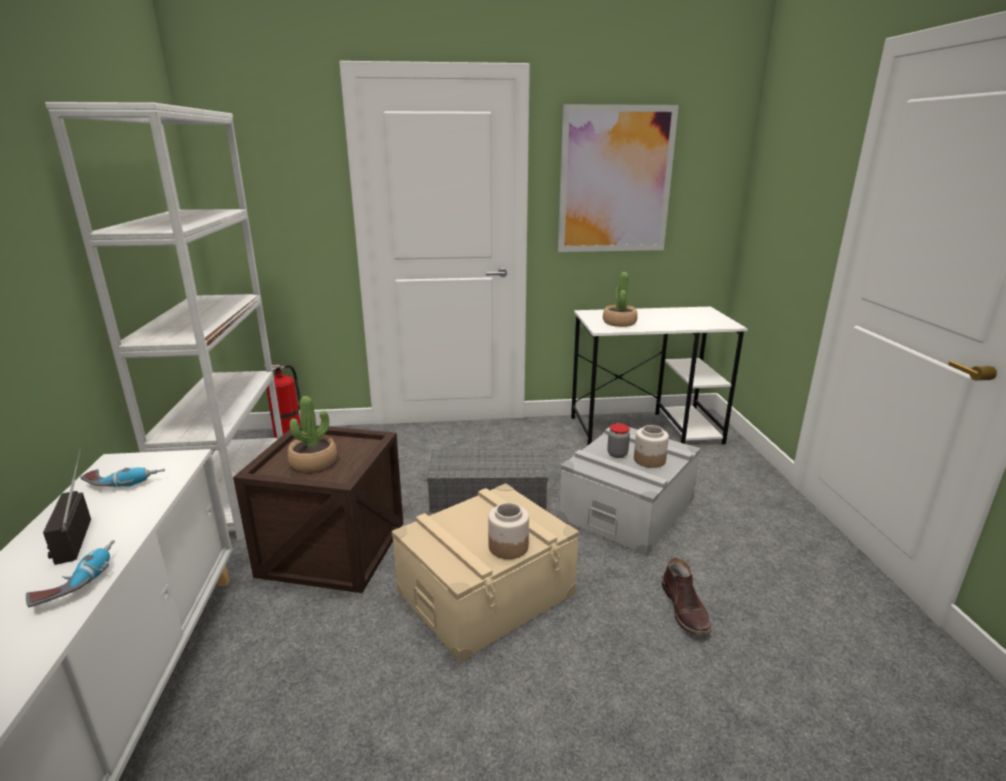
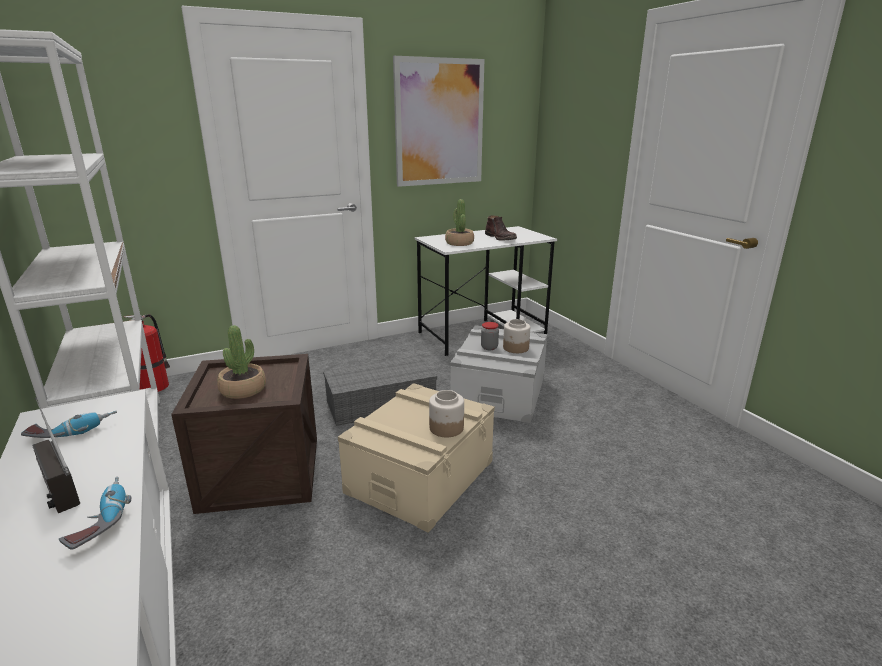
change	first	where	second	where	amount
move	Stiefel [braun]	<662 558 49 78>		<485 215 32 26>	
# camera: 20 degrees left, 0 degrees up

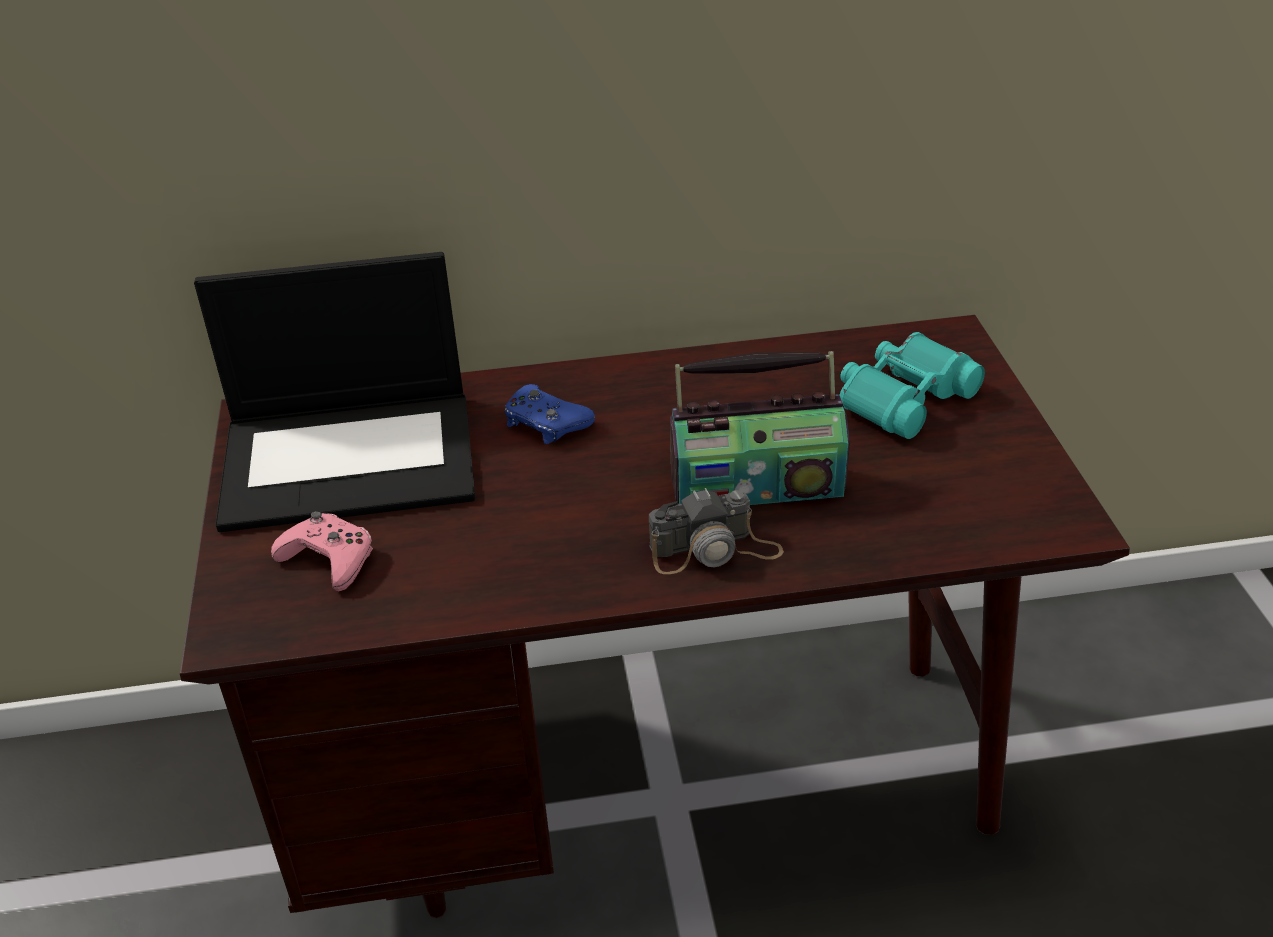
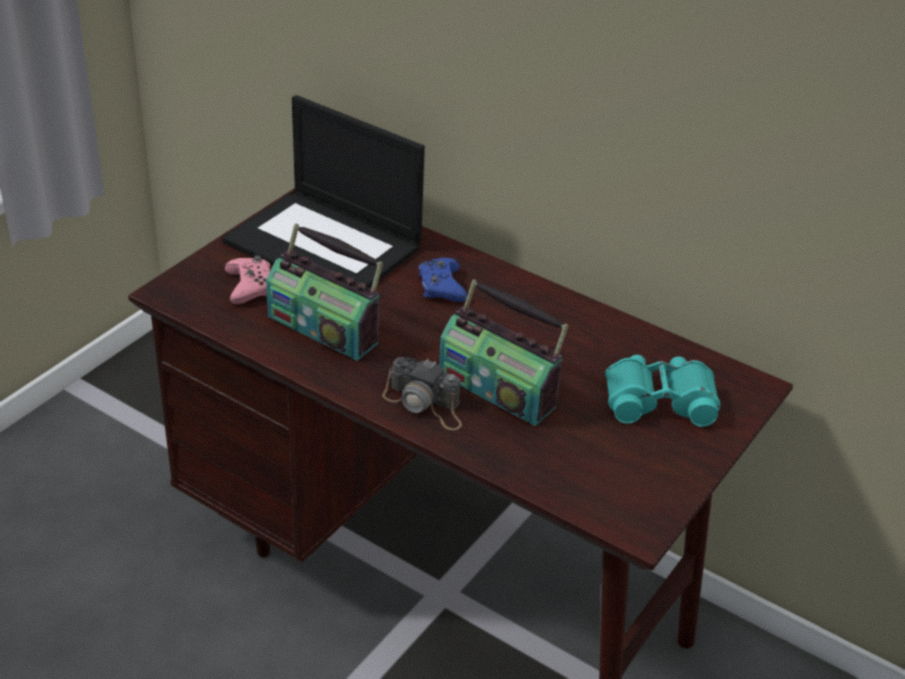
change	first	where	second	where	amount
insert			Radio	<266 224 117 137>	
# camera: 40 degrees right, 0 degrees up

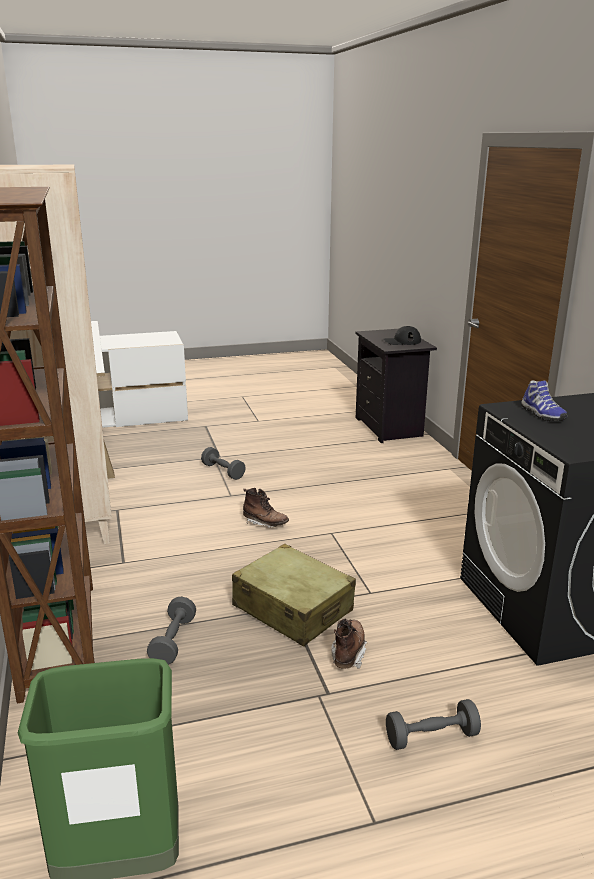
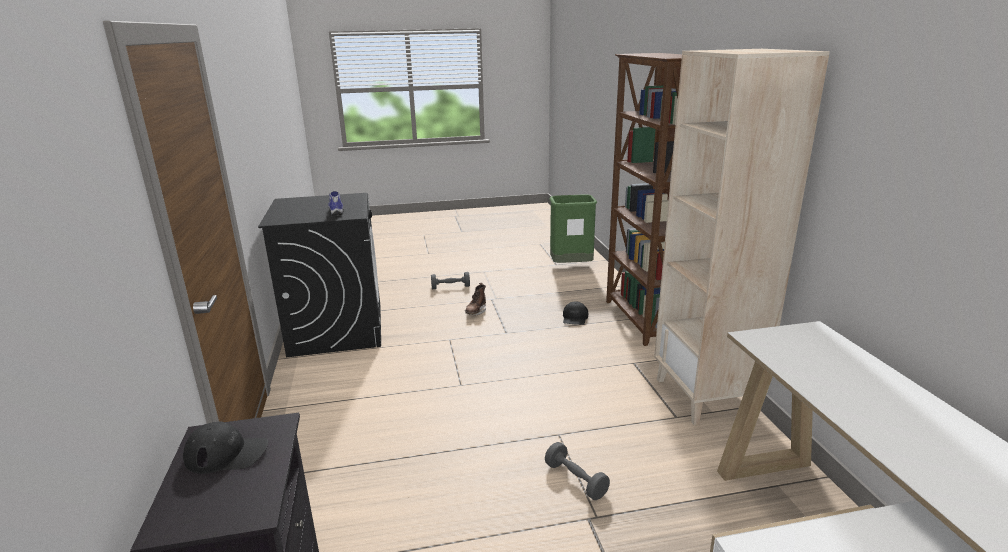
change	first	where	second	where	amount
replace	Hantel [grau]	<147 597 49 68>	Kappe [schwarz]	<563 301 25 24>	
delete	Koffer [beige]	<232 544 124 103>			
delete	Stiefel [braun]	<243 488 46 40>			
# camera: 175 degrees left, 0 degrees up

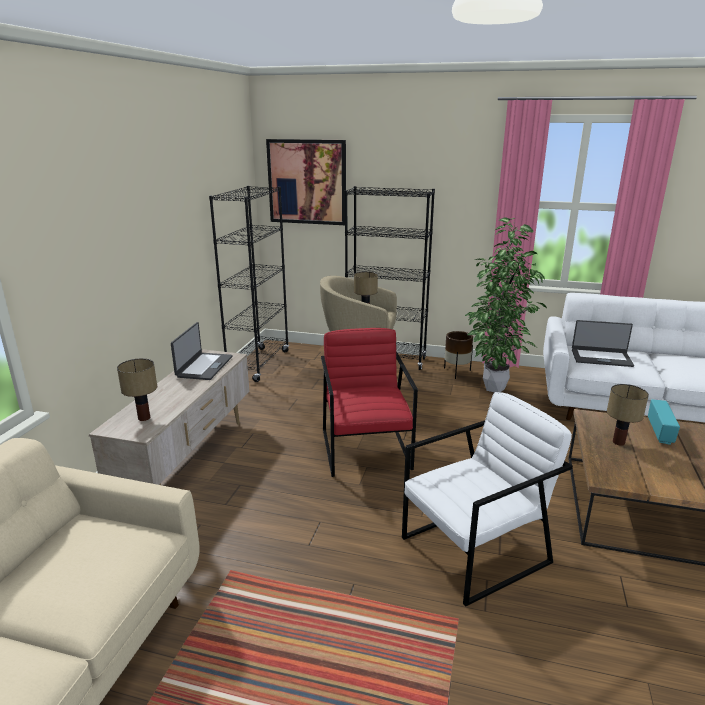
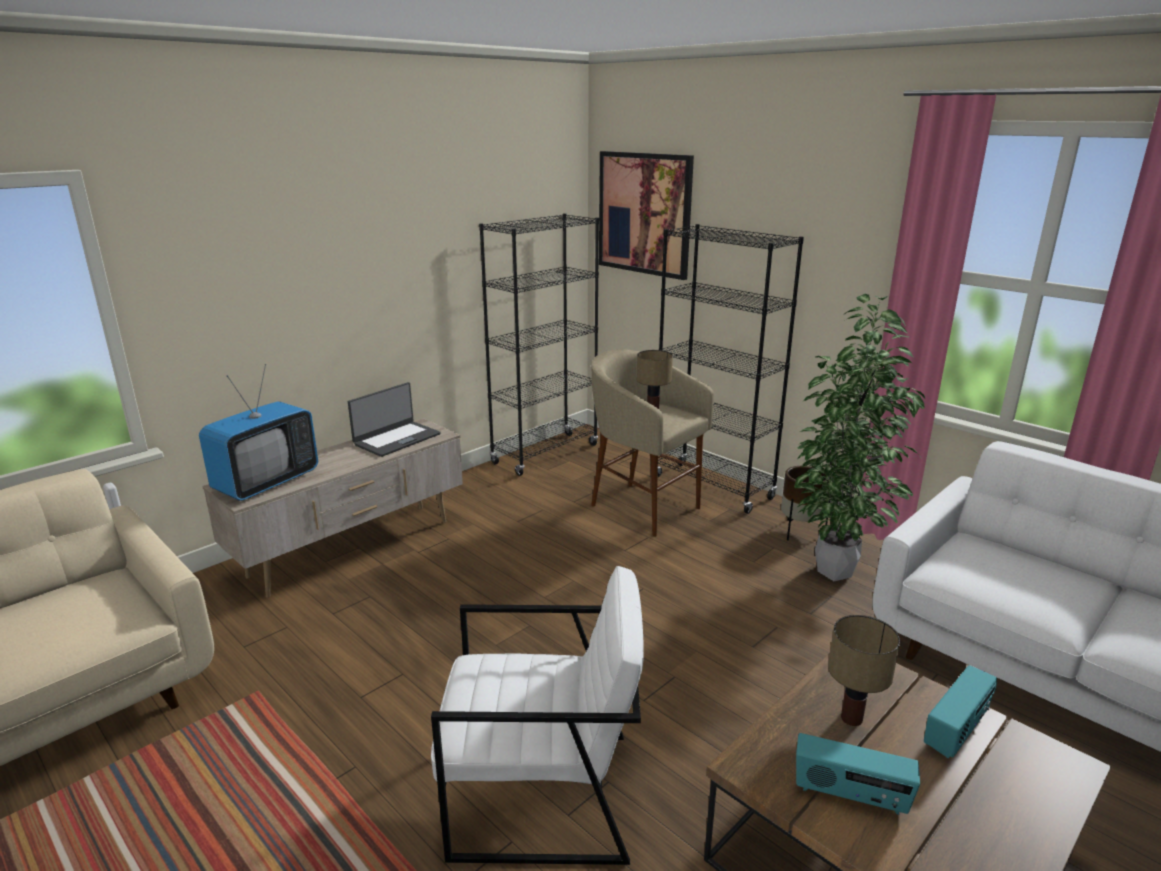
change	first	where	second	where	amount
replace	Tischlampe	<117 358 40 63>	Fernseher	<199 364 119 137>	
insert			Radio	<796 733 124 82>	
delete	Sessel [rot]	<321 328 97 149>			
delete	Laptop	<572 320 62 47>			
# camera: 30 degrees right, 0 degrees up

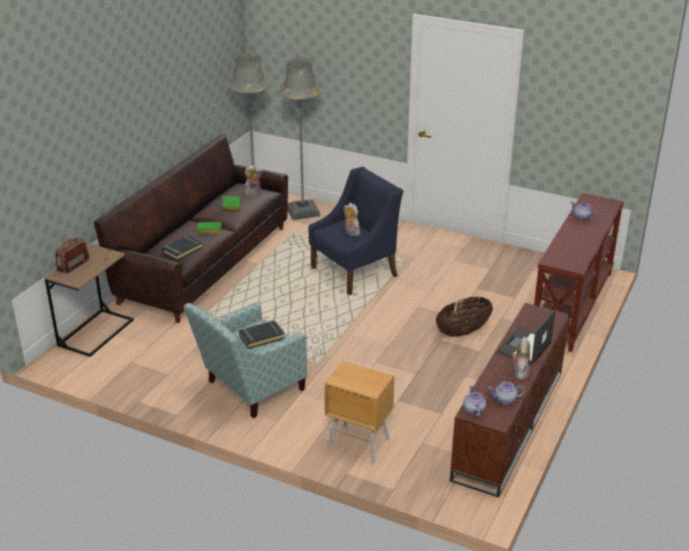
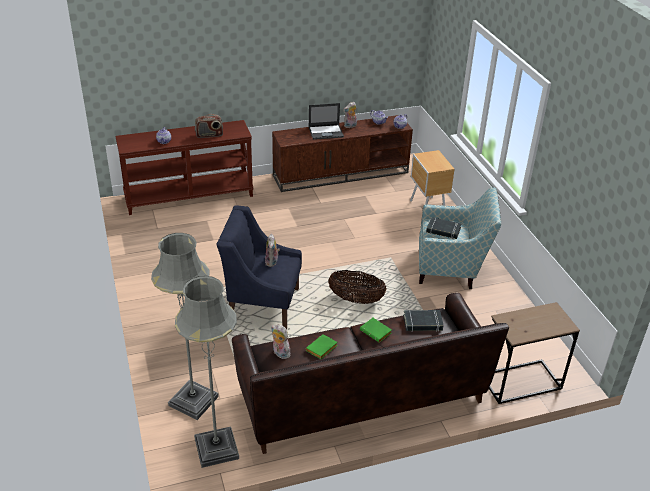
change	first	where	second	where	amount
move	Radio	<55 237 34 37>		<195 114 28 24>	
move	Korb	<436 297 57 40>		<328 270 59 34>	
# camera: 135 degrees left, 5 degrees up

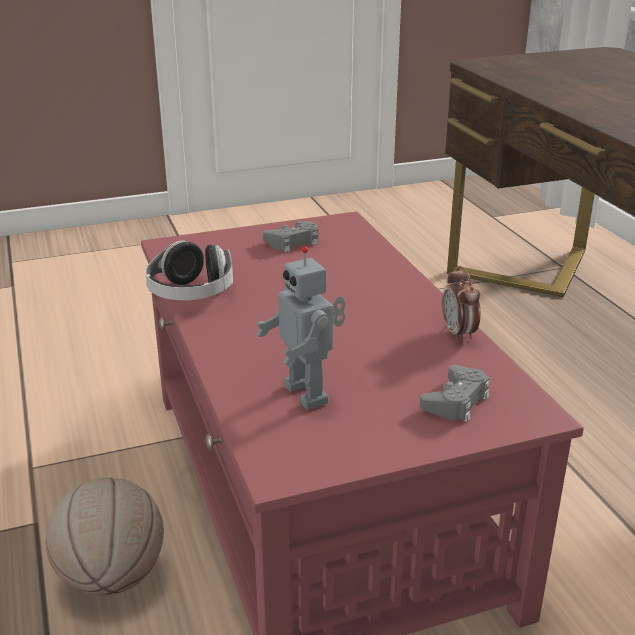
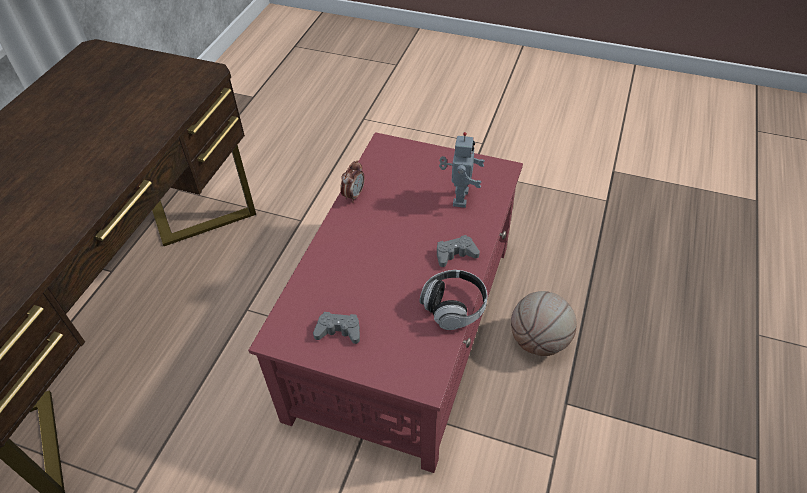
change	first	where	second	where	amount
move	Gamepad [grau]	<420 365 70 57>		<437 235 43 32>	
# camera: 140 degrees left, 20 degrees up

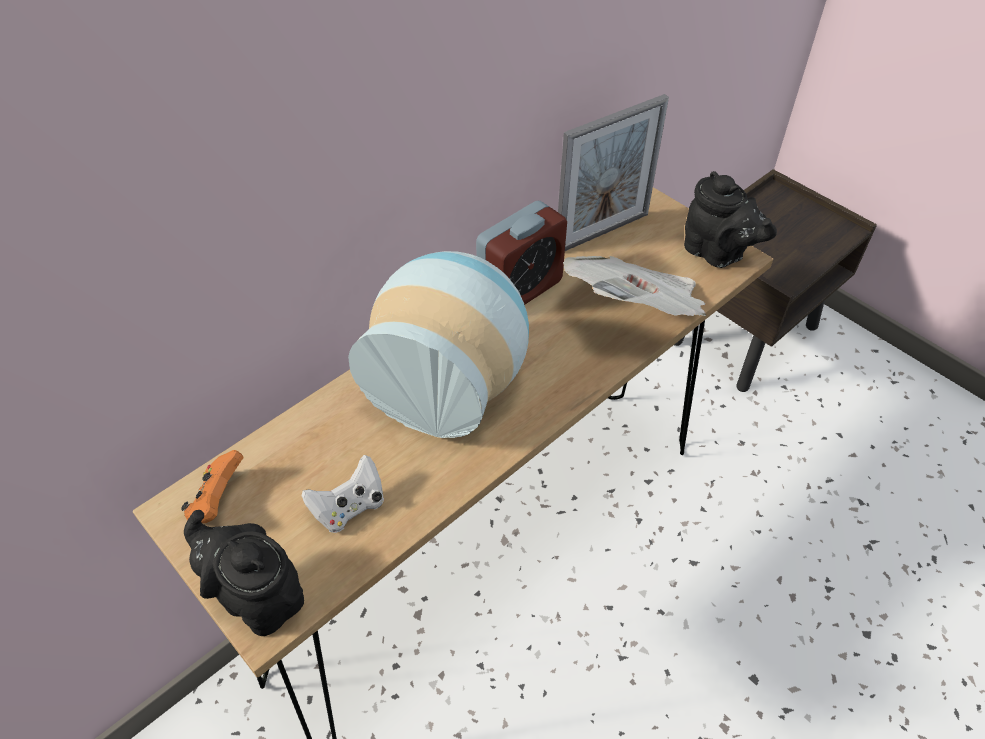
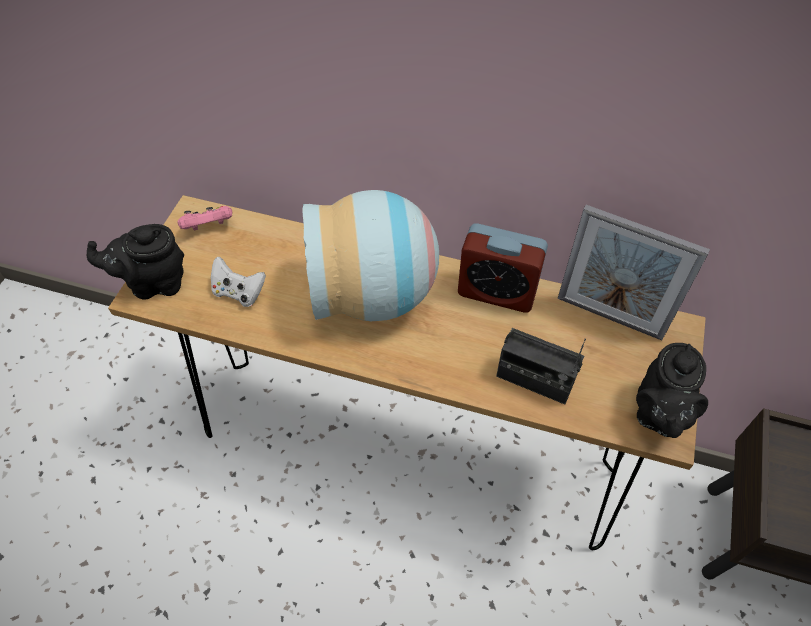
change	first	where	second	where	amount
rotate	Teekanne [schwarz]	<184 510 120 126>		<87 224 97 76>	105 degrees counterclockwise
recolor	Gamepad [orange]	<181 450 63 73>	Gamepad [rosa]	<178 206 54 25>	
replace	Zeitung	<563 256 143 60>	Radio	<496 328 90 76>	
# camera: 60 degrees right, 5 degrees up

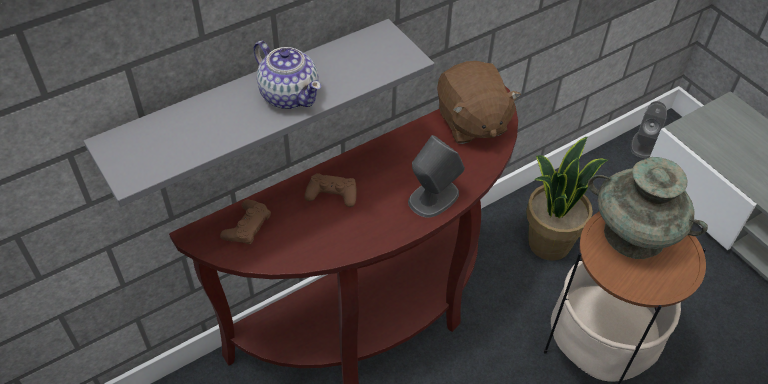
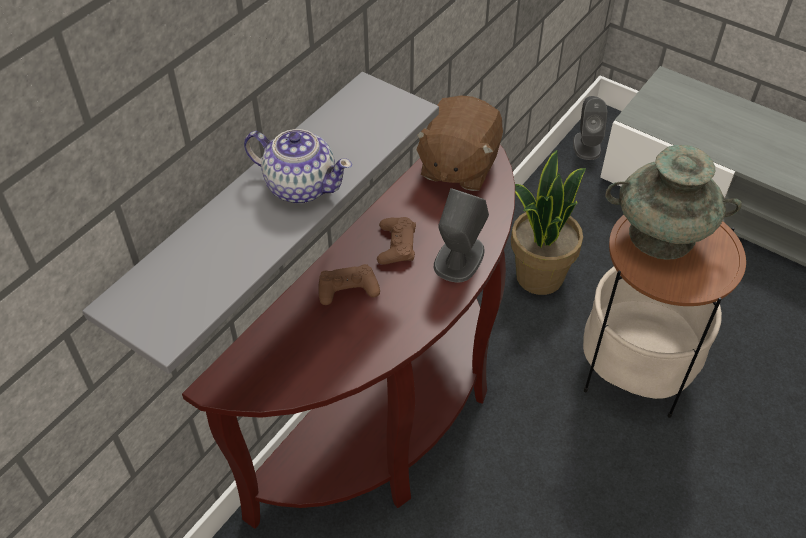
change	first	where	second	where	amount
move	Gamepad [braun]	<220 200 51 45>		<377 217 39 48>	
rotate	Plüschtier [braun]	<437 61 84 83>		<416 95 87 96>	60 degrees clockwise
# camera: 20 degrees left, 0 degrees up

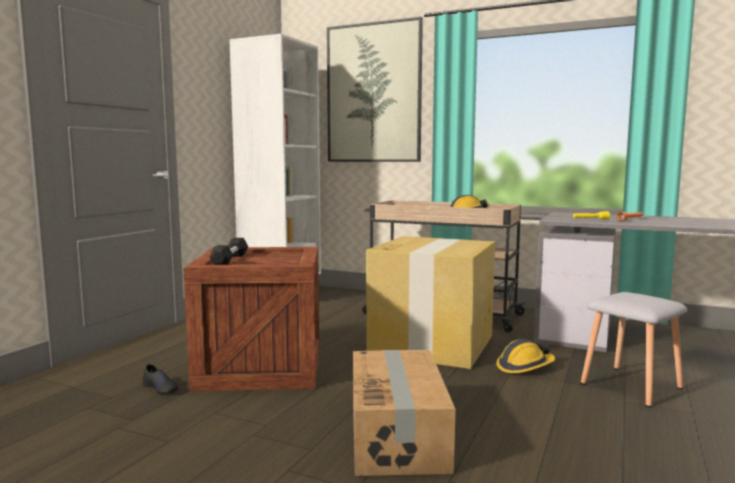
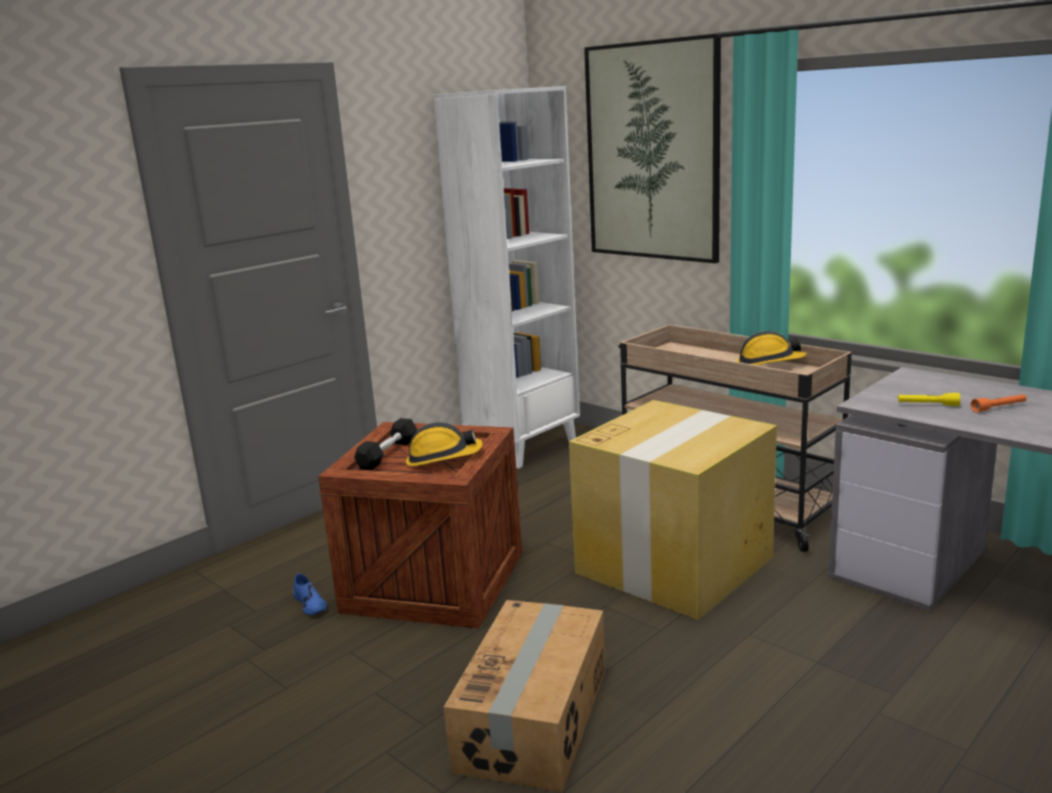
change	first	where	second	where	amount
recolor	Schuh [schwarz]	<143 364 36 30>	Schuh [blau]	<293 573 34 42>	
move	Schutzhelm	<496 339 59 34>		<406 422 77 44>	
delete	Hocker [grau]	<581 292 106 115>			
# camera: 20 degrees right, 10 degrees up

